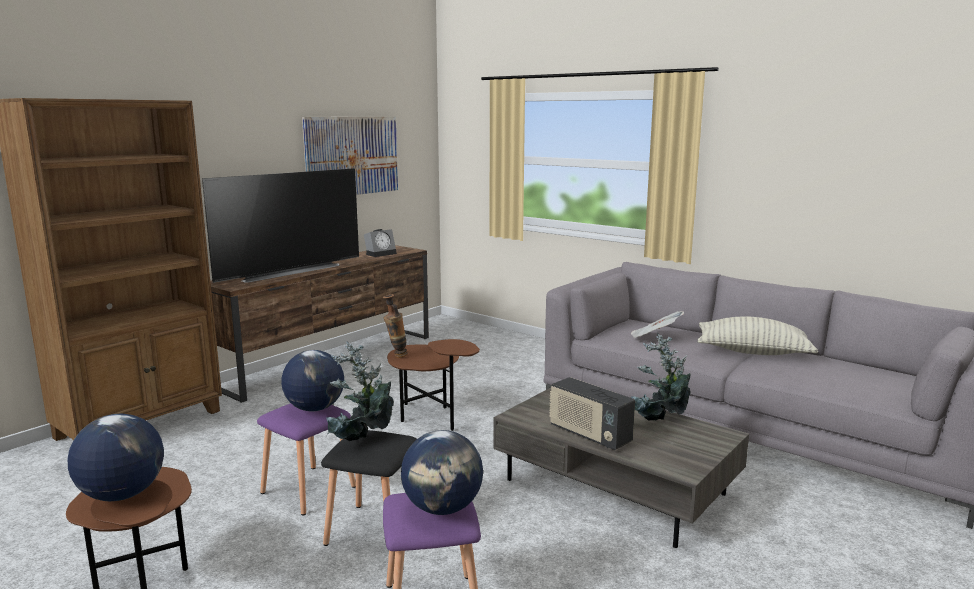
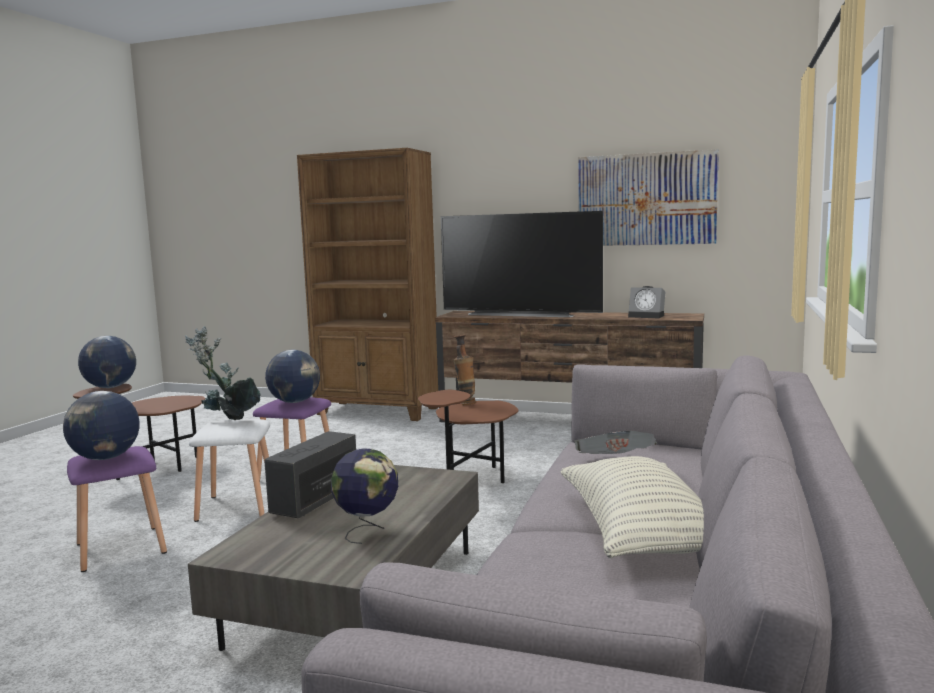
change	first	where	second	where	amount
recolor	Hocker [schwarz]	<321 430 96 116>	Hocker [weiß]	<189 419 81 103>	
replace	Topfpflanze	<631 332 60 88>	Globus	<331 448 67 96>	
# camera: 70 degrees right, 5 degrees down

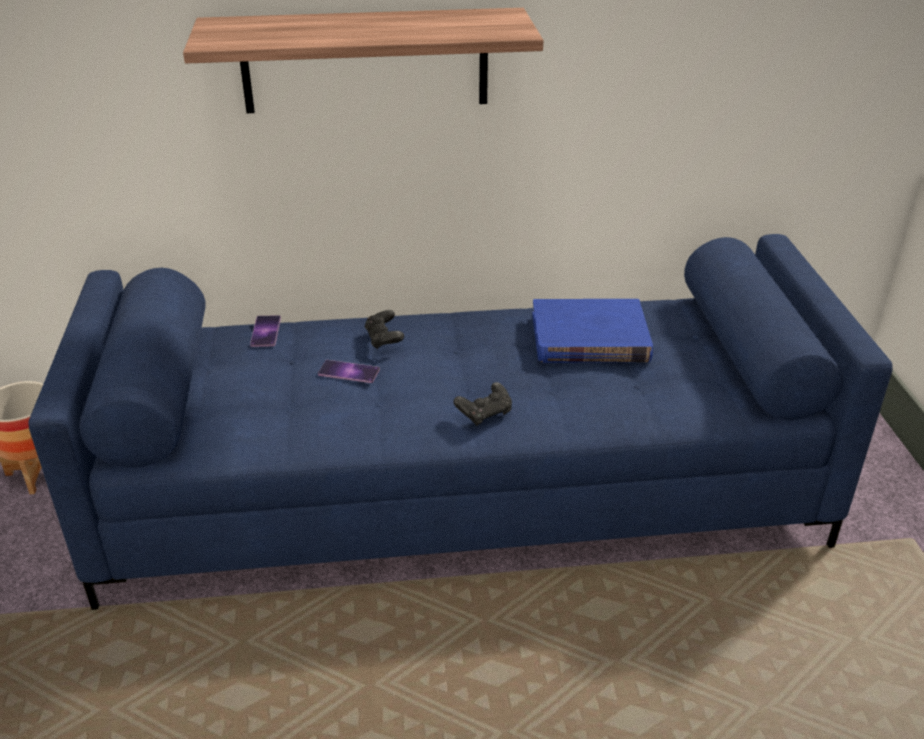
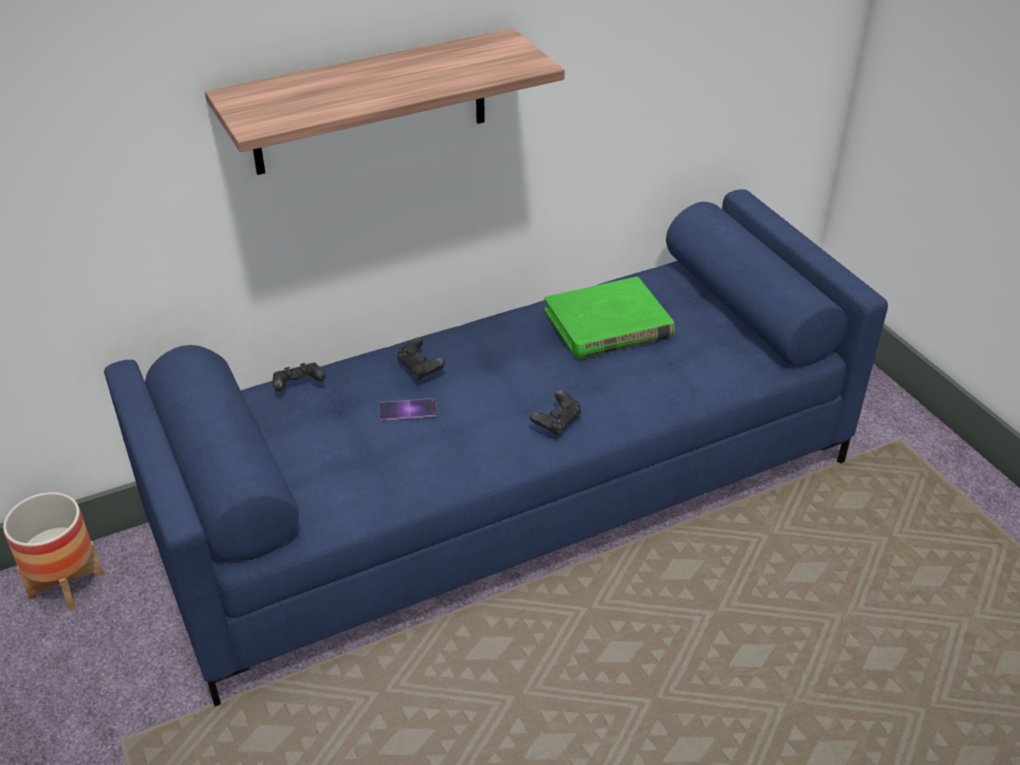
change	first	where	second	where	amount
replace	Handy	<250 315 31 32>	Gamepad [schwarz]	<272 363 53 28>	
recolor	Buch [blau]	<532 299 121 64>	Buch [grün]	<544 277 131 82>	
# camera: 20 degrees left, 5 degrees up

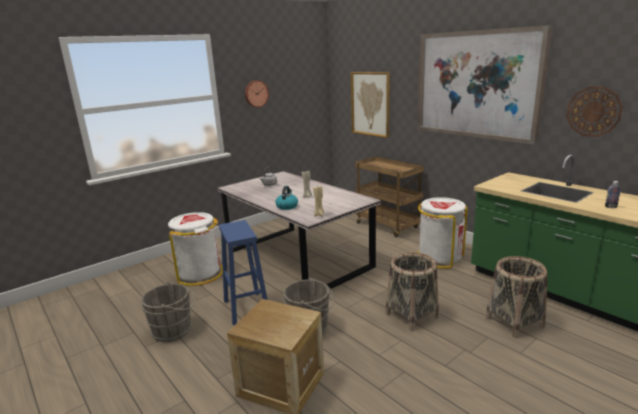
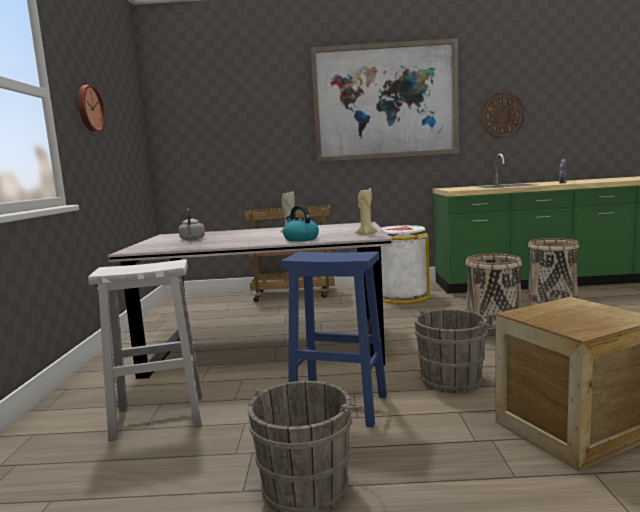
change	first	where	second	where	amount
replace	Mülleimer [weiß]	<168 212 55 74>	Hocker [weiß]	<88 259 114 182>	
delete	Bild	<351 72 39 66>			
# camera: 50 degrees left, 10 degrees down

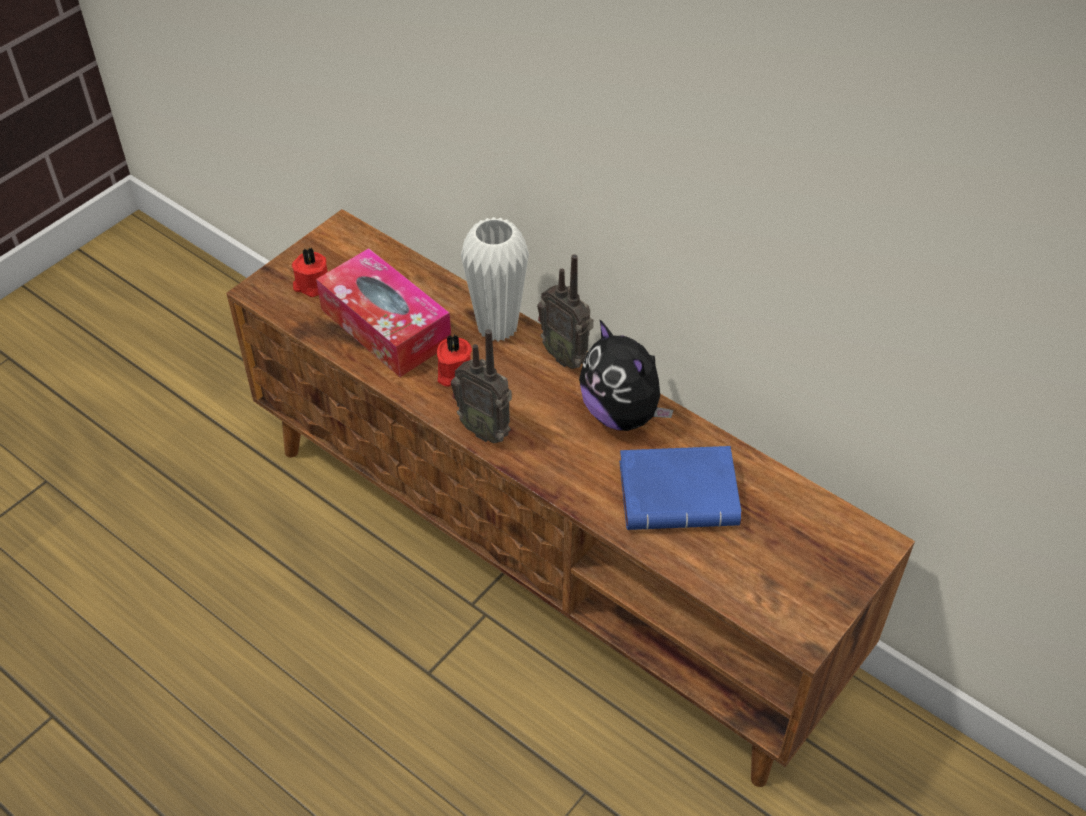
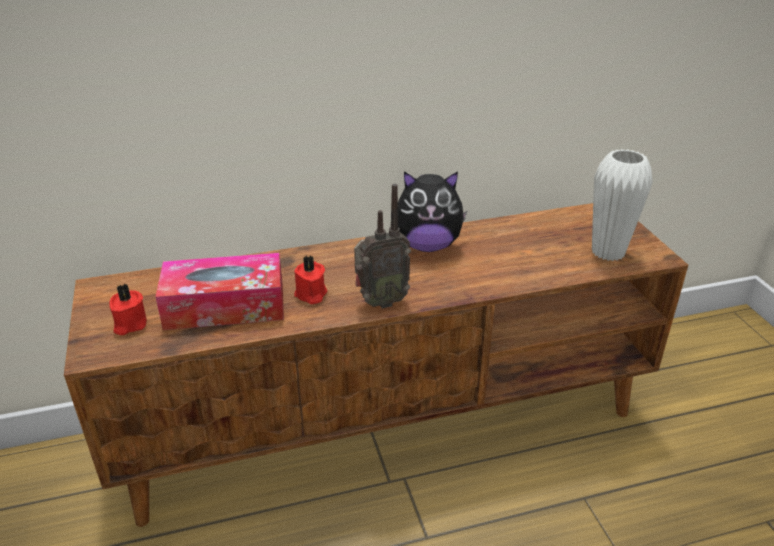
change	first	where	second	where	amount
move	Vase [weiß]	<461 217 68 125>		<592 149 61 112>	
delete	Radio	<537 254 56 115>			
delete	Buch [blau]	<619 446 123 84>			
# camera: 55 degrees left, 15 degrees down

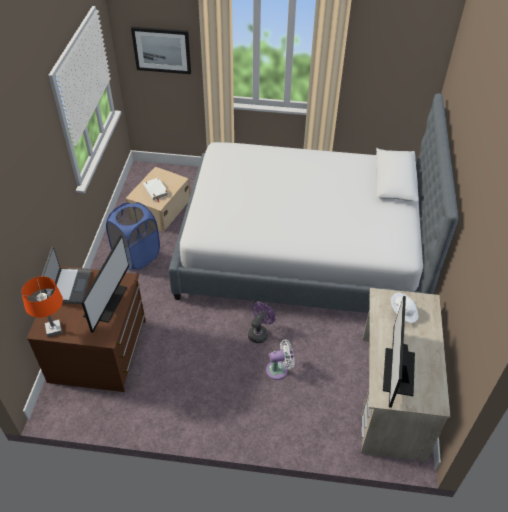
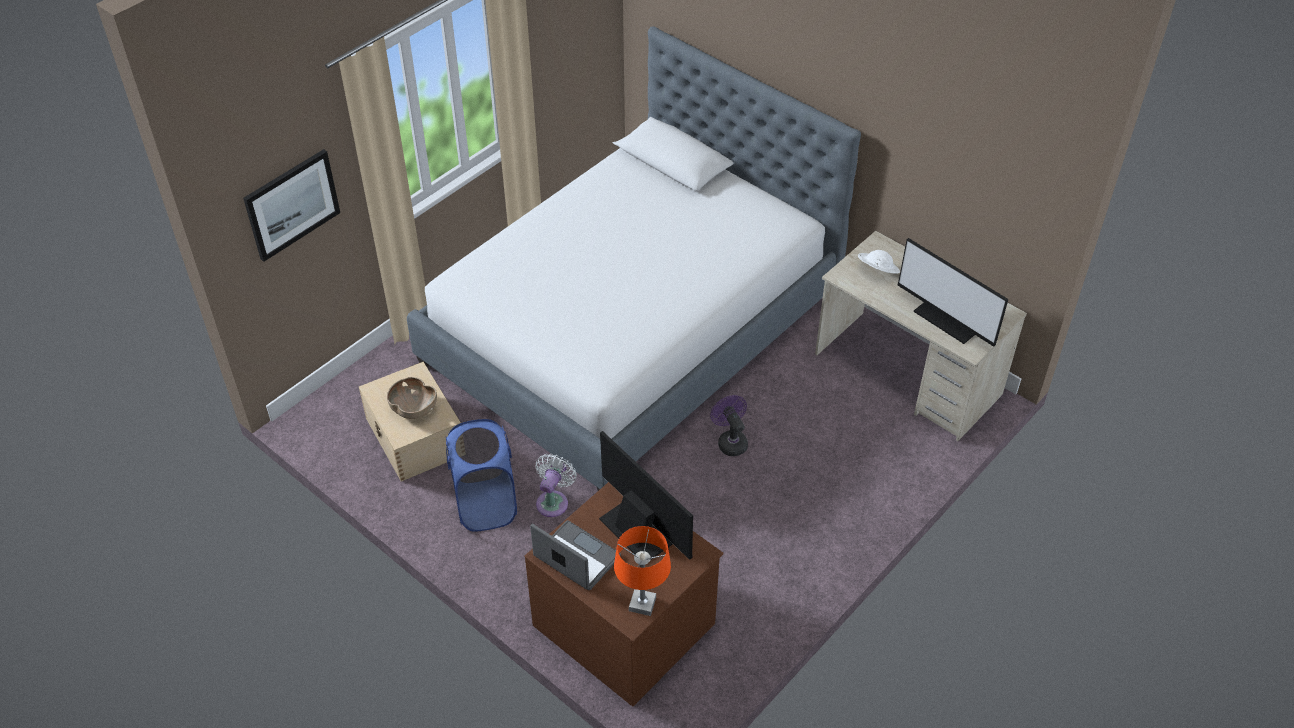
change	first	where	second	where	amount
replace	Buch [weiß]	<143 178 26 24>	Schüssel [braun]	<387 377 50 42>	
move	Ventilator [weiß]	<266 339 29 41>		<535 454 42 63>	
# camera: 55 degrees left, 0 degrees up

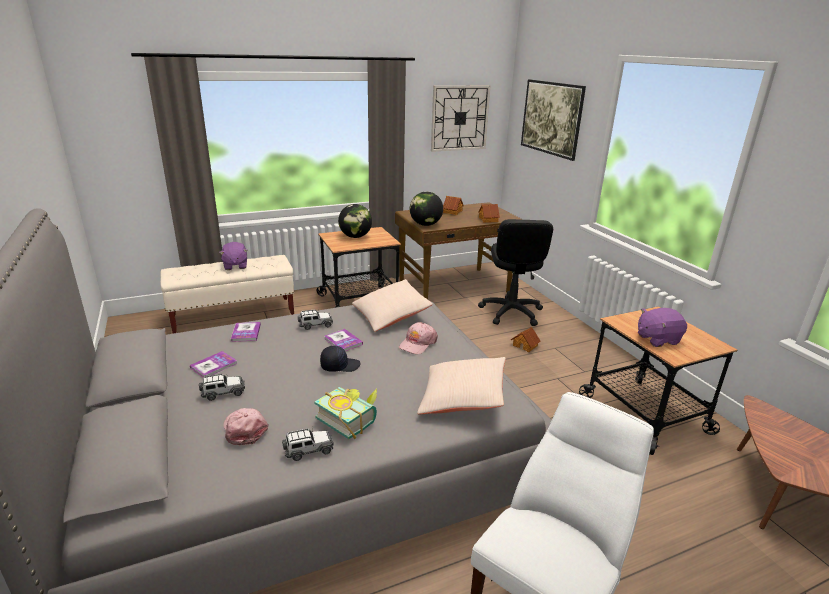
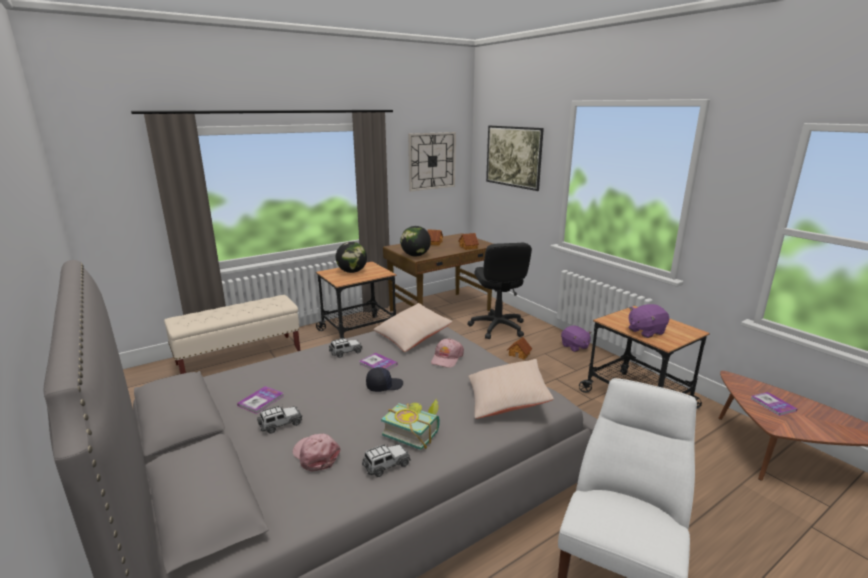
change	first	where	second	where	amount
move	Plüschtier [lila]	<219 242 29 28>		<561 325 31 27>	
move	Buch	<231 322 30 20>		<751 392 46 24>	
# camera: 10 degrees left, 5 degrees down

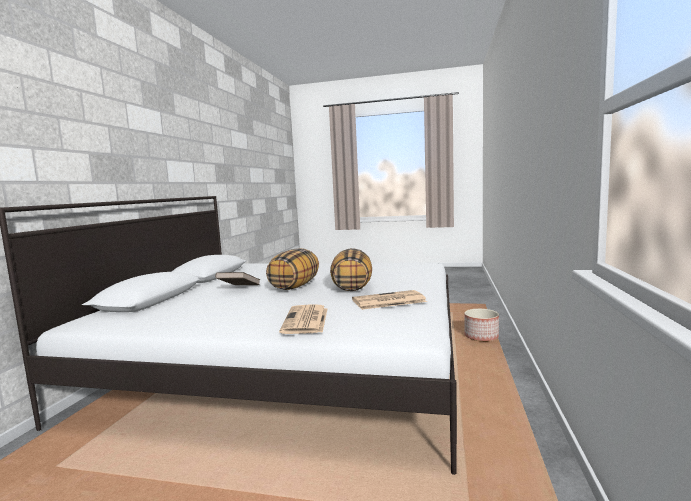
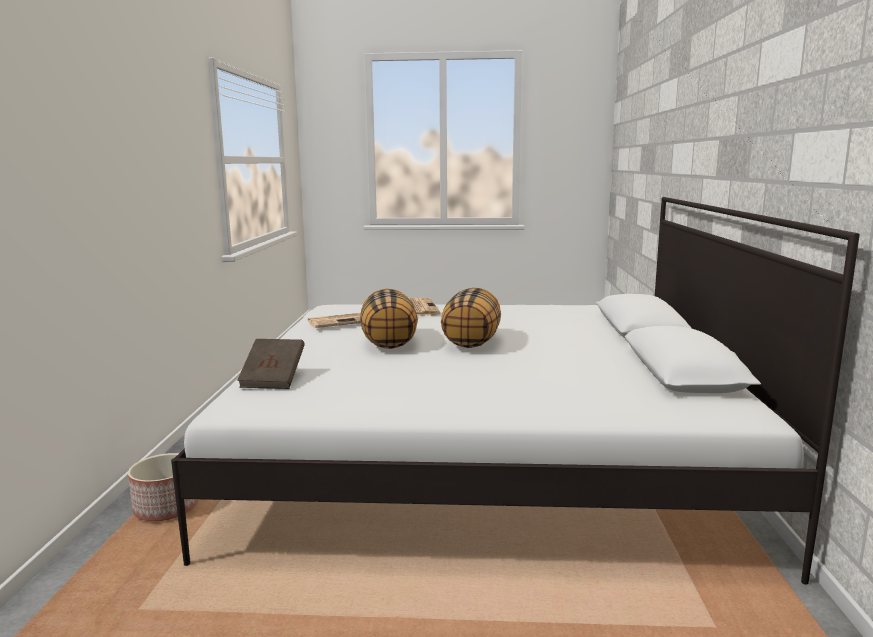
change	first	where	second	where	amount
move	Buch [braun]	<215 272 45 13>		<237 339 68 50>	
# camera: 170 degrees right, 5 degrees up

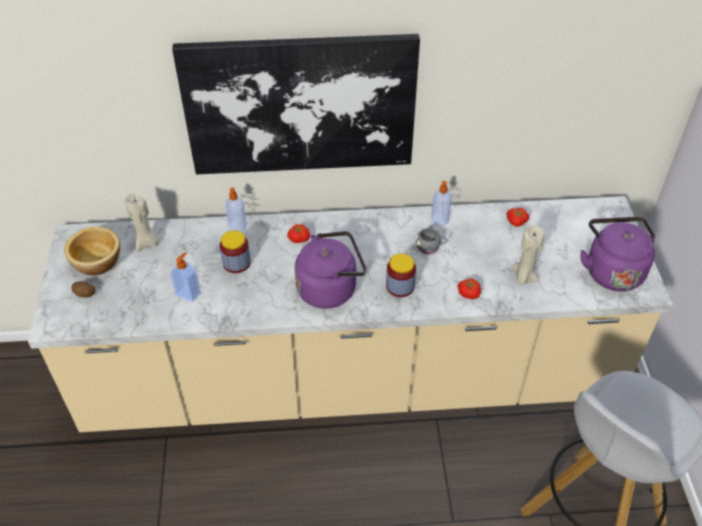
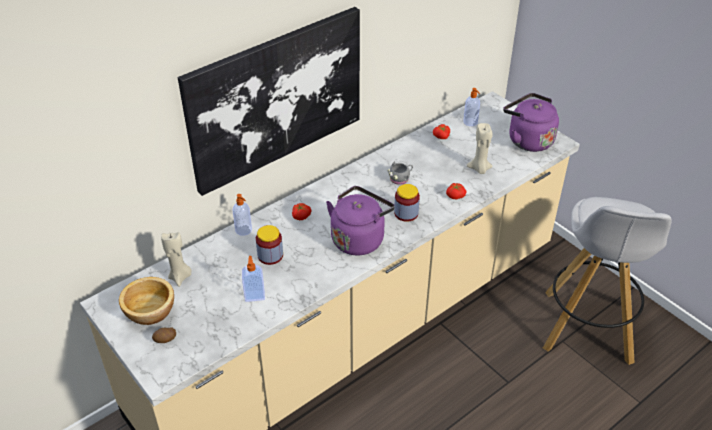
change	first	where	second	where	amount
move	Seifenspender	<431 181 21 44>		<463 88 17 38>	
# camera: 35 degrees left, 5 degrees down

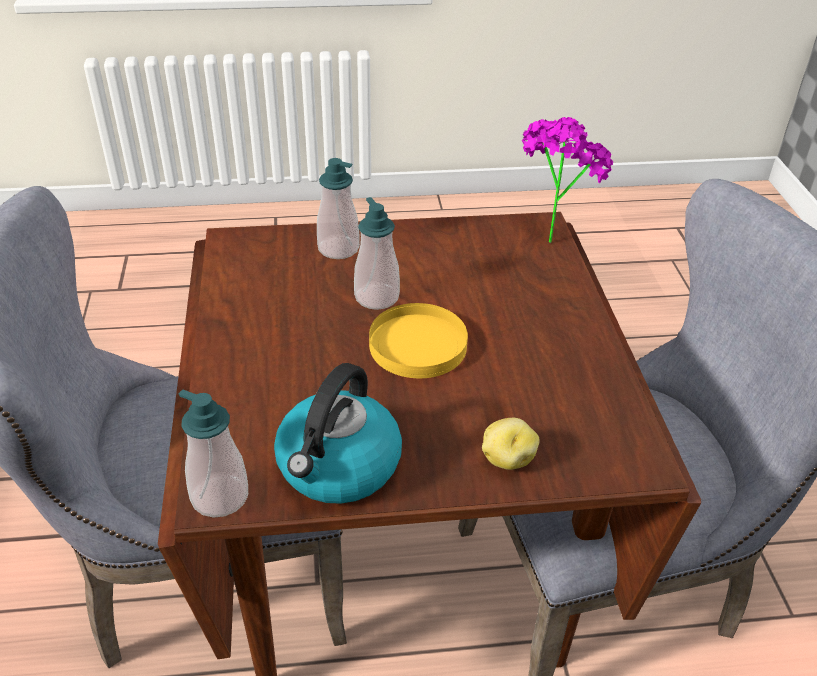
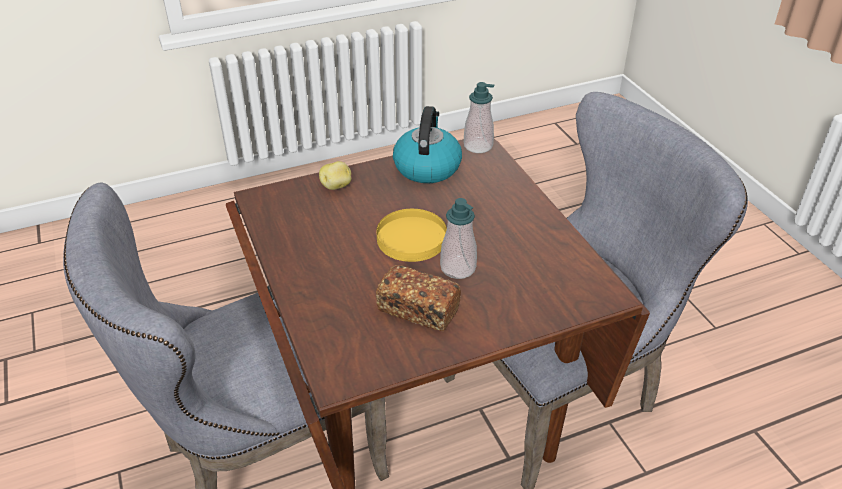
change	first	where	second	where	amount
insert			Brot	<376 265 85 66>	
delete	Seifenspender	<317 158 43 101>			
delete	Topfpflanze	<522 117 91 126>			
# camera: 165 degrees right, 0 degrees up

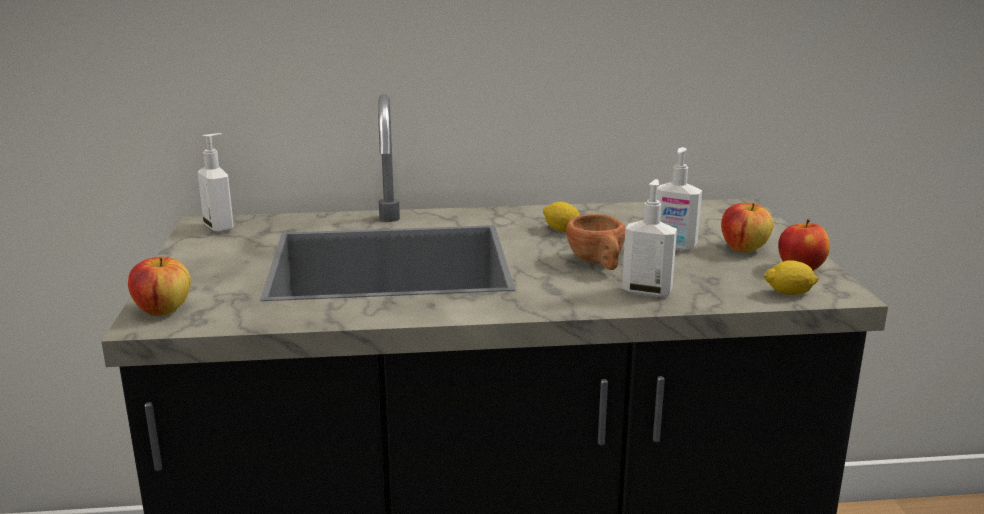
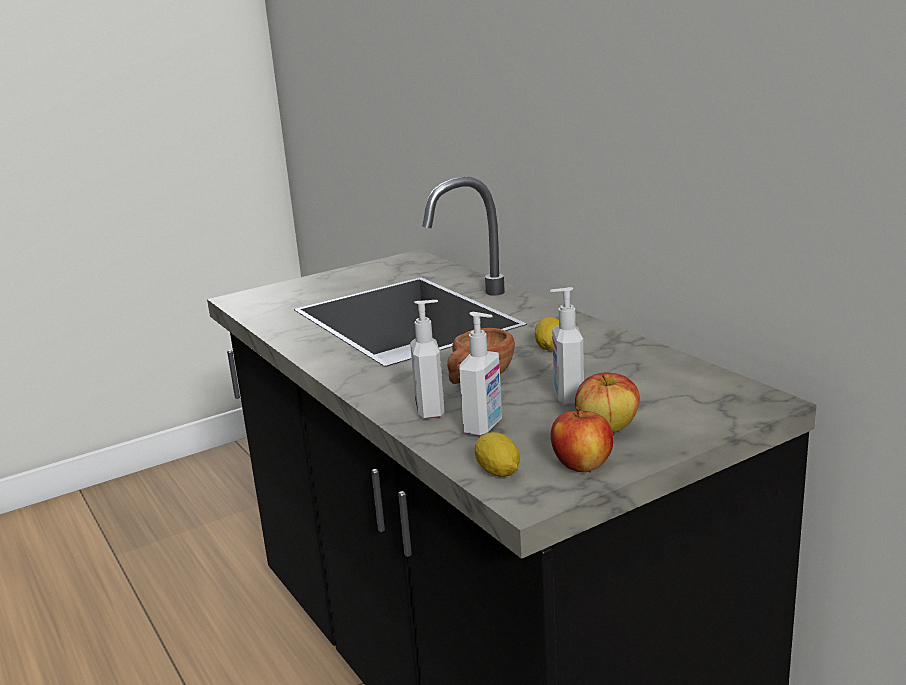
change	first	where	second	where	amount
move	Seifenspender	<198 133 36 100>		<459 312 43 124>	
delete	Apfel	<128 257 63 59>			
# camera: 65 degrees right, 0 degrees up

